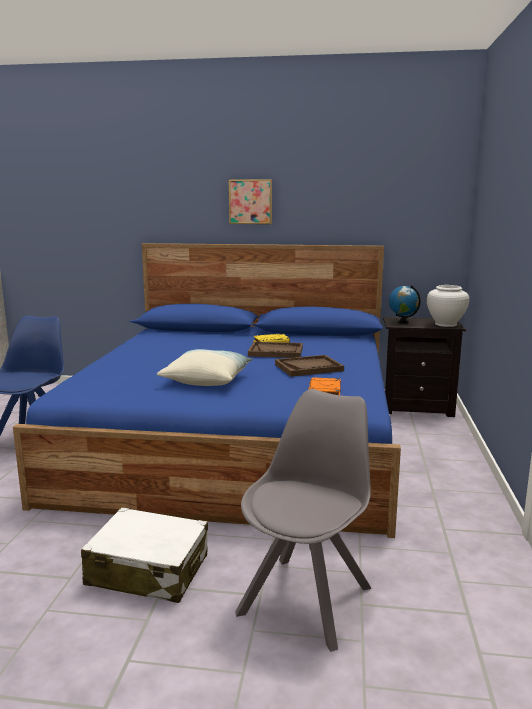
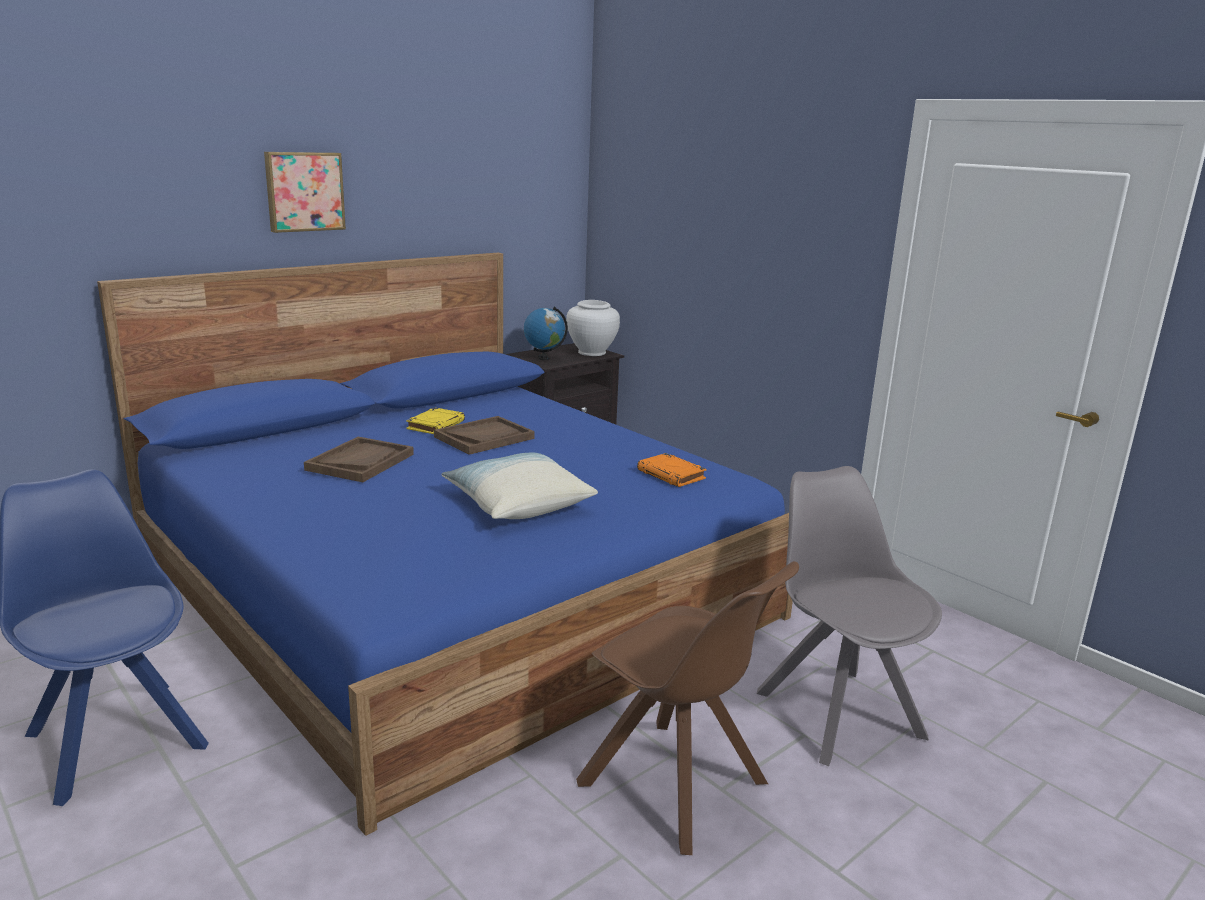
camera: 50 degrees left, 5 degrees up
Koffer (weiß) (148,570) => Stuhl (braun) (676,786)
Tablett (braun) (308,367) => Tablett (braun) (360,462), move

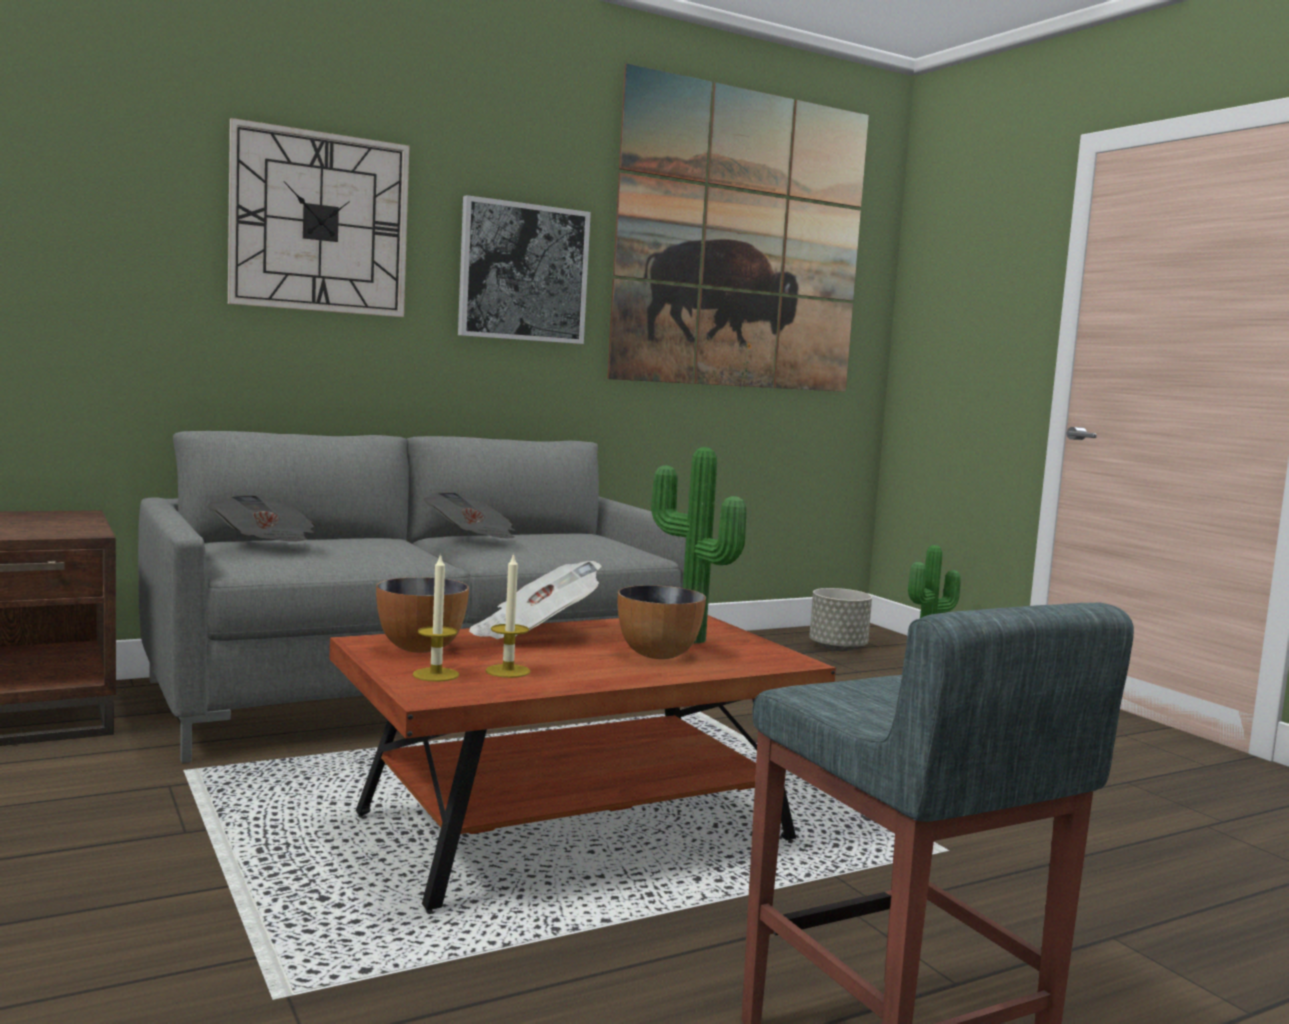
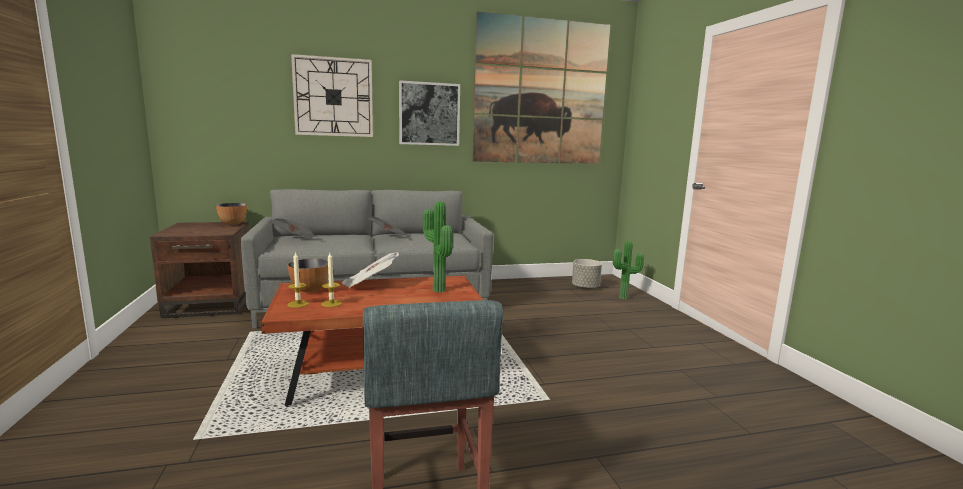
camera: 15 degrees right, 5 degrees up
Schüssel (657,654) => Schüssel (232,224), move

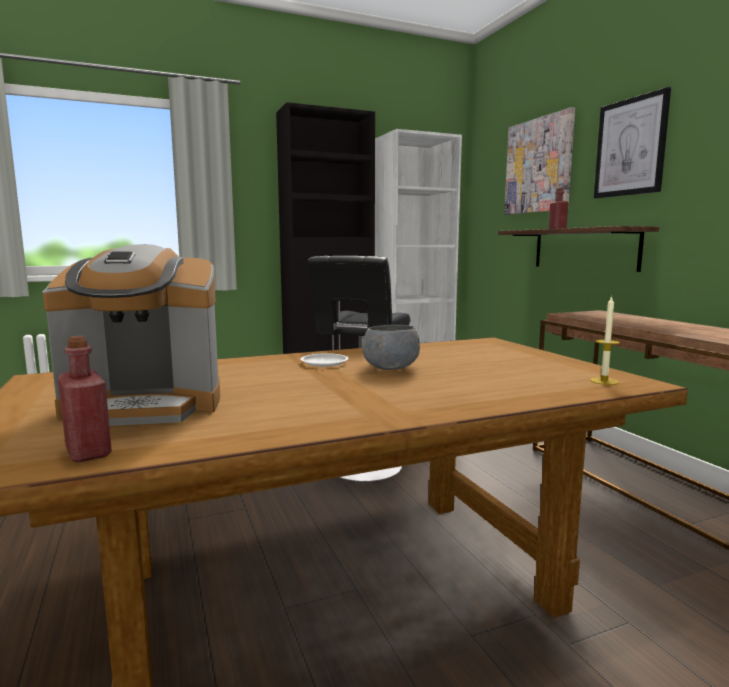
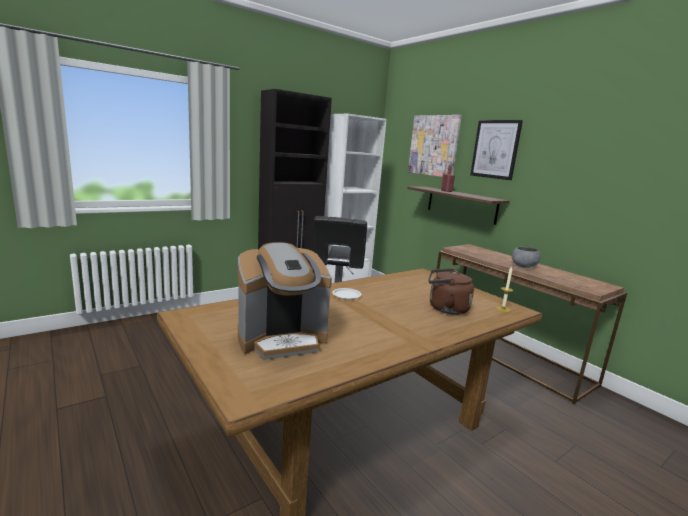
camera: 15 degrees left, 5 degrees up
Flasche (rot) (88,452) => nothing
Schüssel (grau) (390,367) => Schüssel (grau) (523,266), move
nothing => Wasserkessel (braun) (445,308)

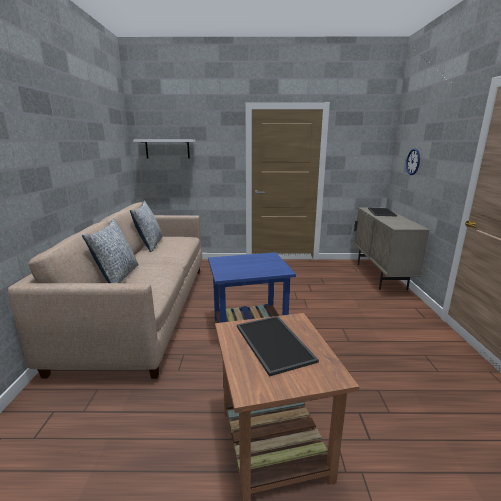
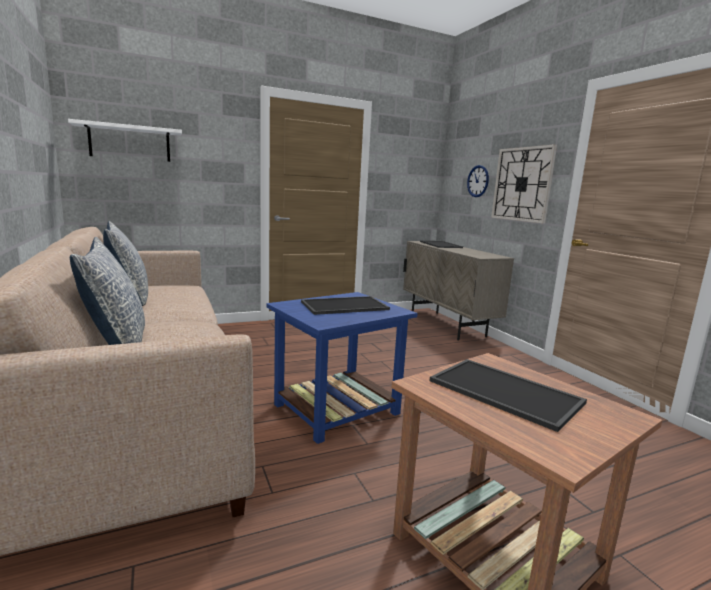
camera: 25 degrees left, 5 degrees down
nothing => Tablett (344,306)
nothing => Wanduhr (522,184)

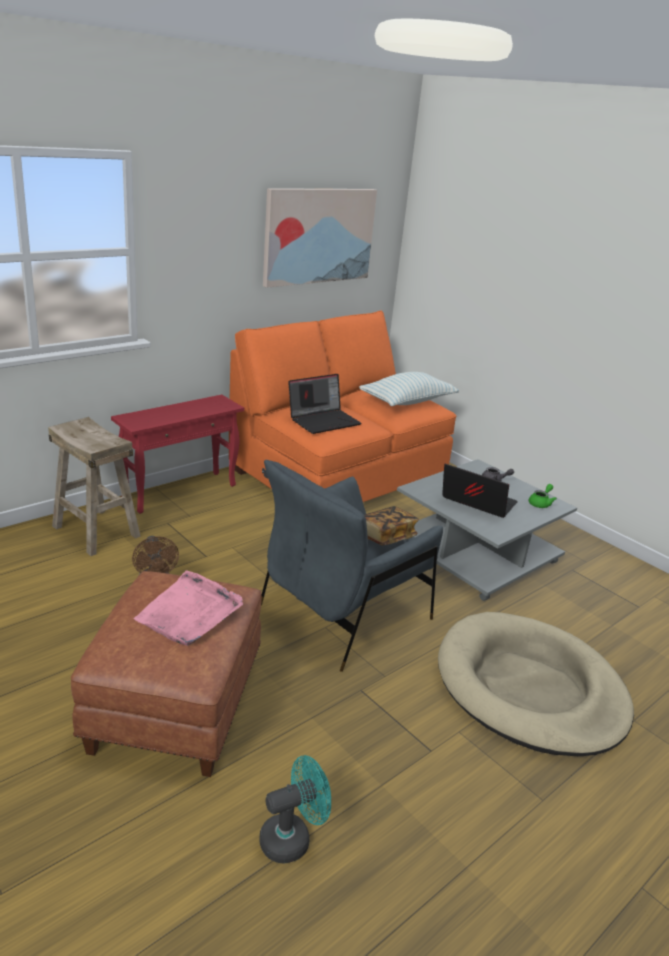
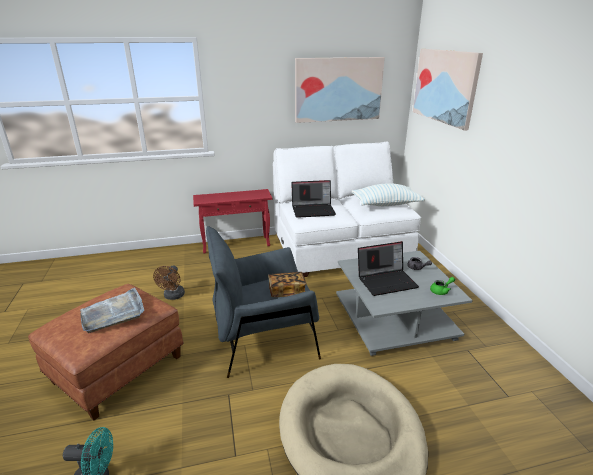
camera: 30 degrees right, 0 degrees up
Hocker (beige) (95,531) => nothing
Tablett (rosa) (190,612) => Tablett (grau) (113,313)
Sofa (orange) (339,474) => Sofa (weiß) (340,249)
Laptop (476,502) => Laptop (386,281), 105 degrees clockwise
nothing => Bild (445,86)

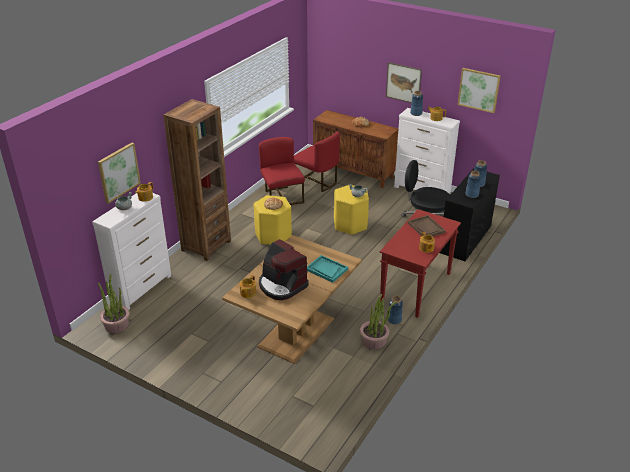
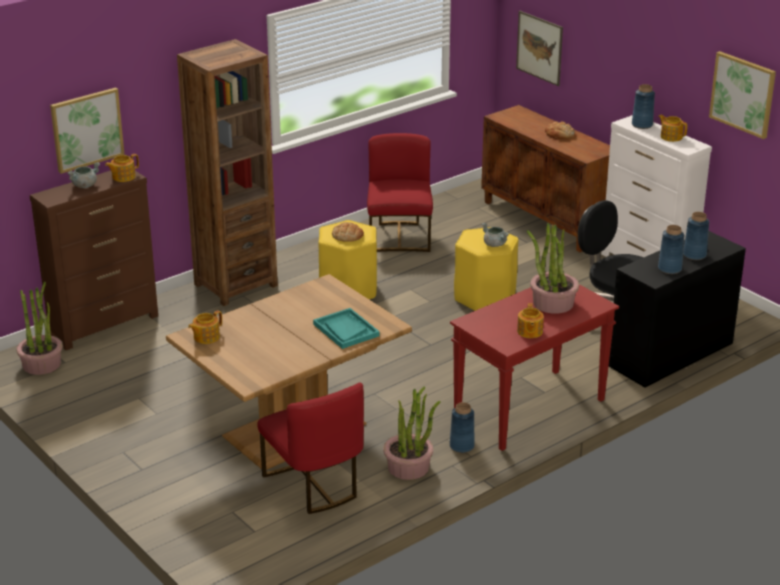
camera: 20 degrees right, 5 degrees down
Kommode (weiß) (142,289) => Kommode (braun) (105,325)
Kaffeemaschine (282,285) => nothing
Stuhl (rot) (316,182) => Stuhl (rot) (314,485), move
Bild (403,83) => Bild (539,48), move
Tablett (braun) (426,228) => Topfpflanze (552,303)

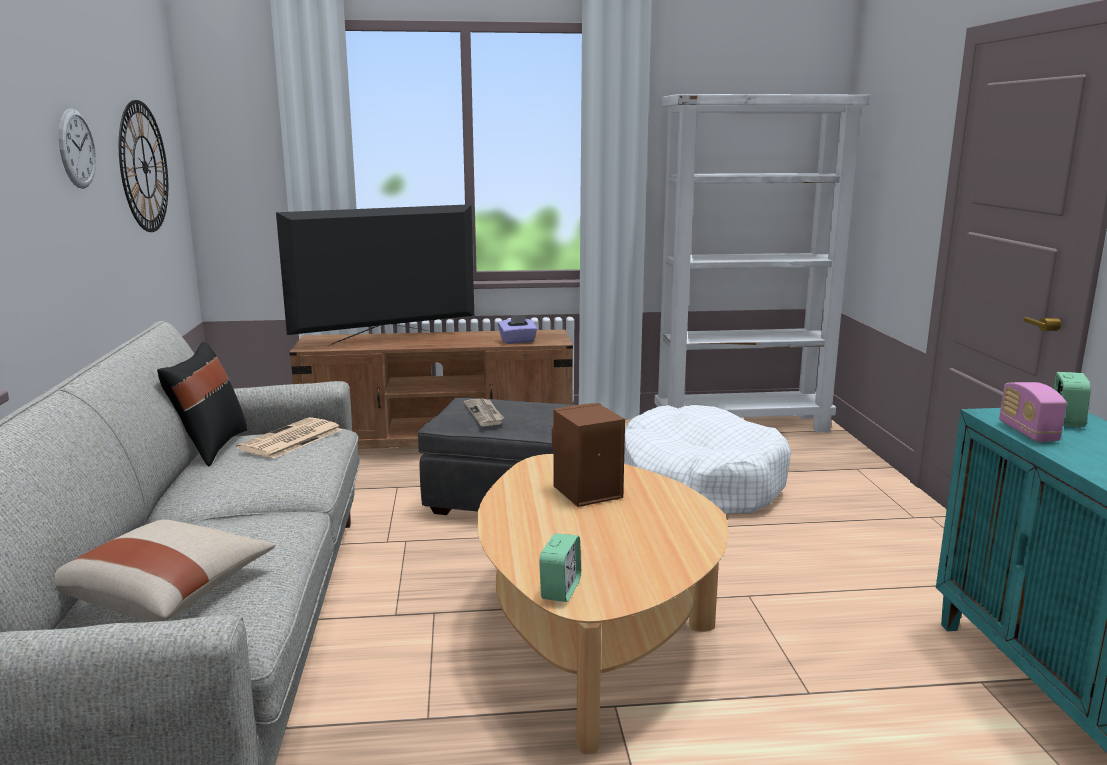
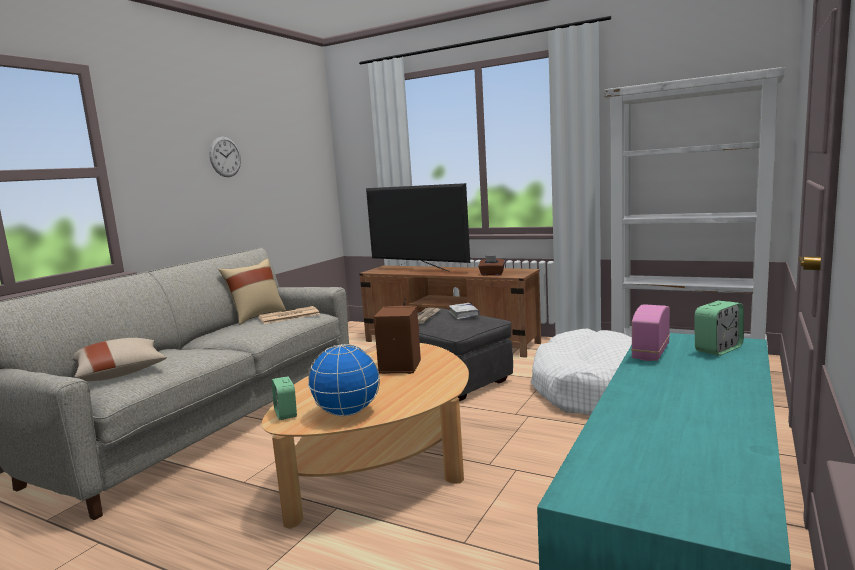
camera: 35 degrees right, 5 degrees down
Wanduhr (144,167) => nothing
Kissen (schwarz) (210,447) => Kissen (beige) (256,316)
Fernseher (386,339) => Fernseher (419,269), 150 degrees counterclockwise
Taschentuchbox (lila) (517,341) => Taschentuchbox (braun) (492,274)
Wecker (560,590) => Wecker (286,413), 105 degrees clockwise
nothing => Globus (347,413)
nothing => Buch (weiß) (464,314)

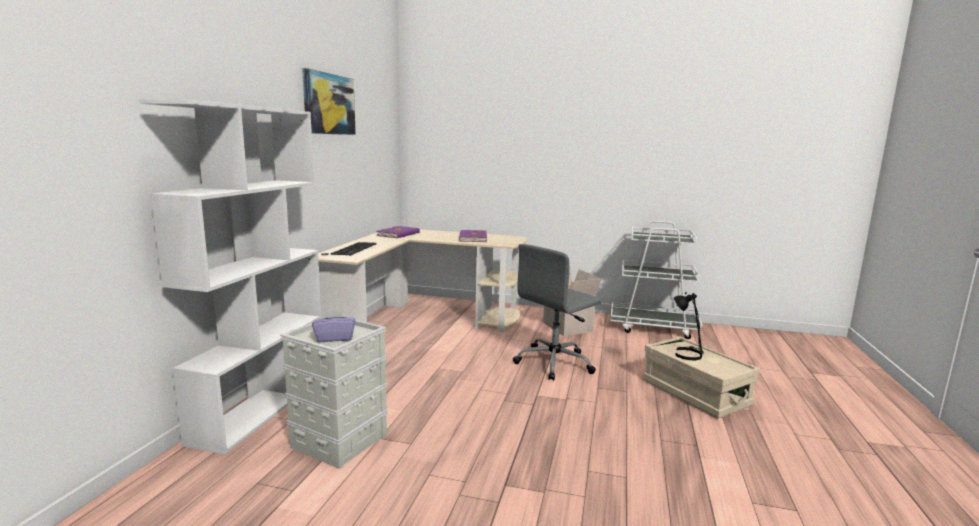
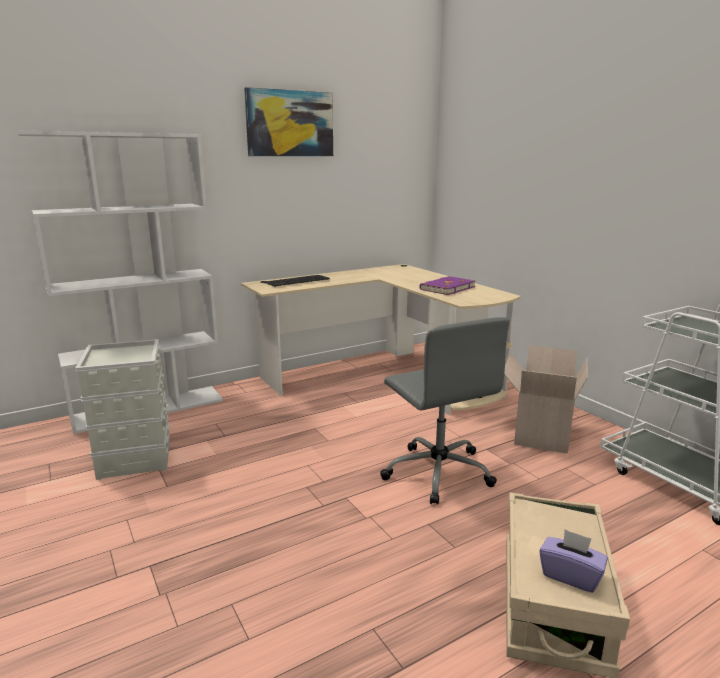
camera: 45 degrees right, 5 degrees up
Taschentuchbox (lila) (335,338) => Taschentuchbox (lila) (570,575), move
Buch (lila) (399,234) => nothing
Bürostuhl (grau) (555,363) => Bürostuhl (grau) (437,472), 120 degrees counterclockwise
Tischlampe (schwarz) (687,354) => nothing

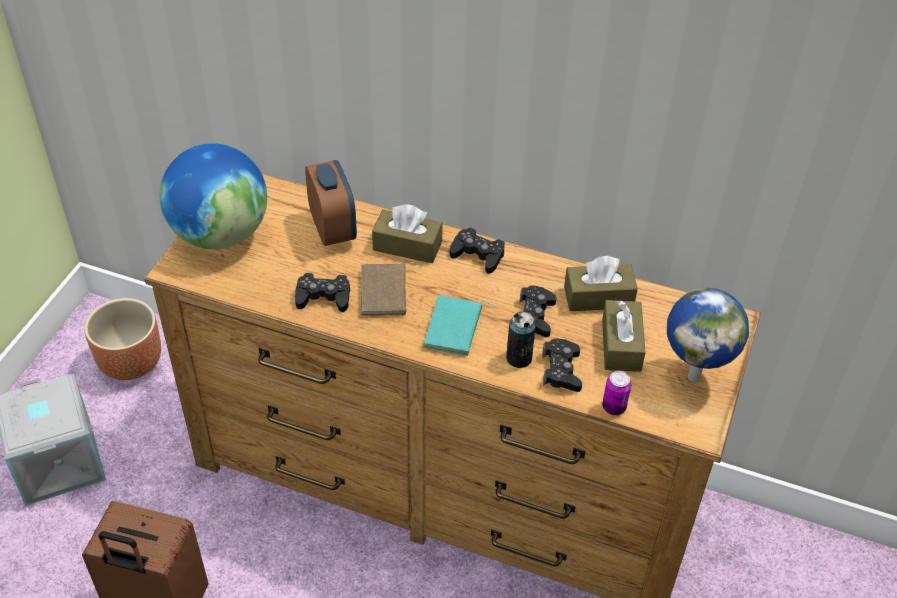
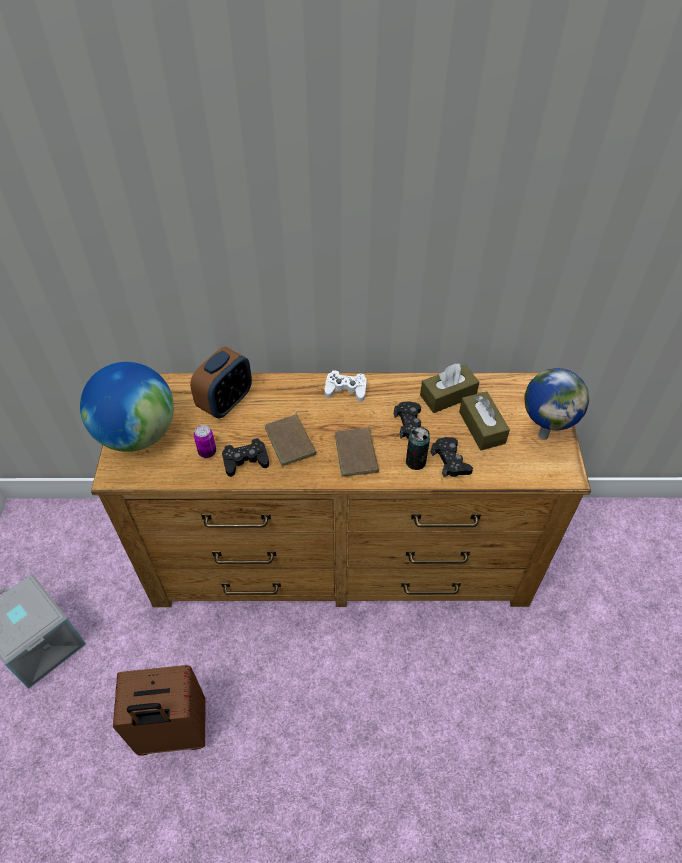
camera: 20 degrees left, 5 degrees up
Pflanzkübel (braun) (131,362) => nothing
Wecker (333,229) => Wecker (226,402), 75 degrees clockwise
Taschentuchbox (braun) (407,246) => nothing
Buch (türkis) (455,329) => Buch (braun) (358,454)
Gamepad (schwarz) (478,255) => Gamepad (weiß) (346,389)
Dose (614,407) => Dose (207,452), move

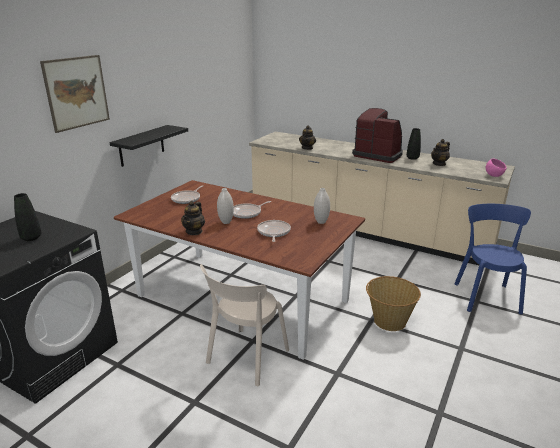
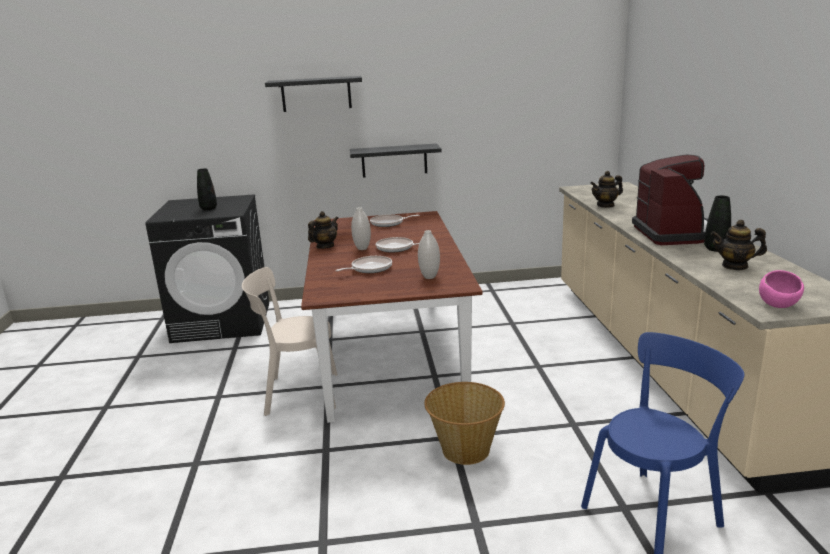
camera: 55 degrees right, 5 degrees down
Bild (77,92) => Wandregal (schwarz) (316,94)
Teekanne (194,231) => Teekanne (325,246), 150 degrees clockwise

